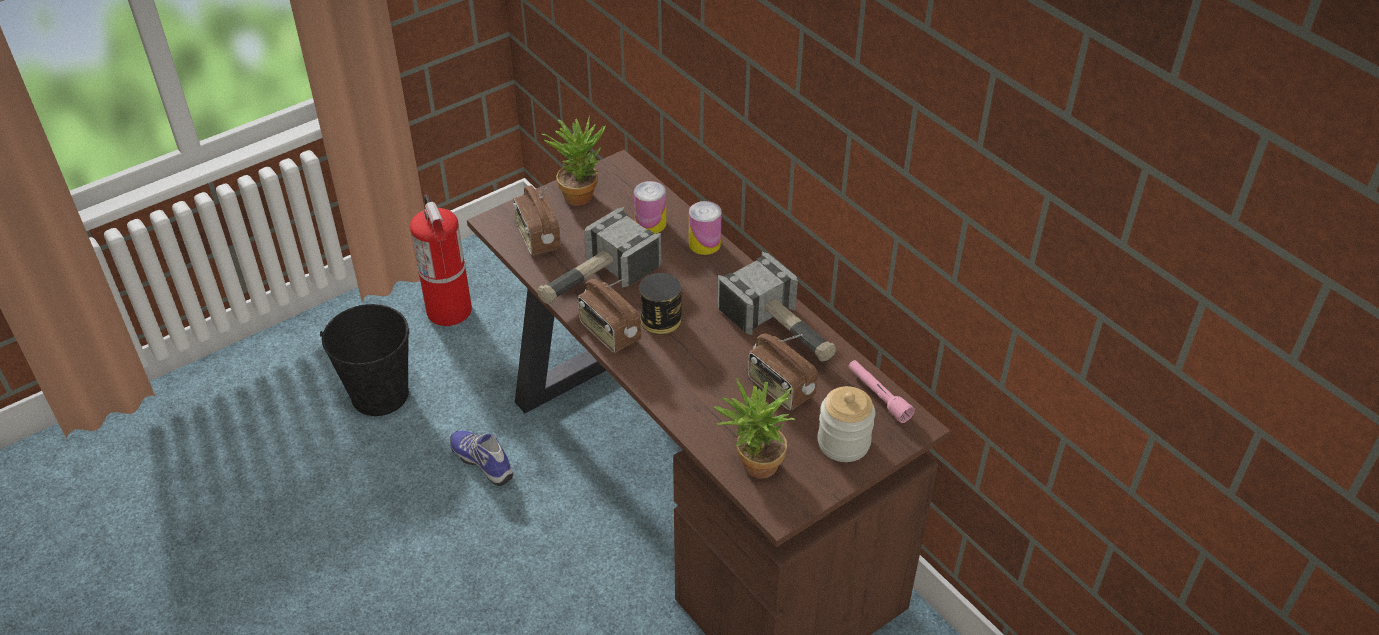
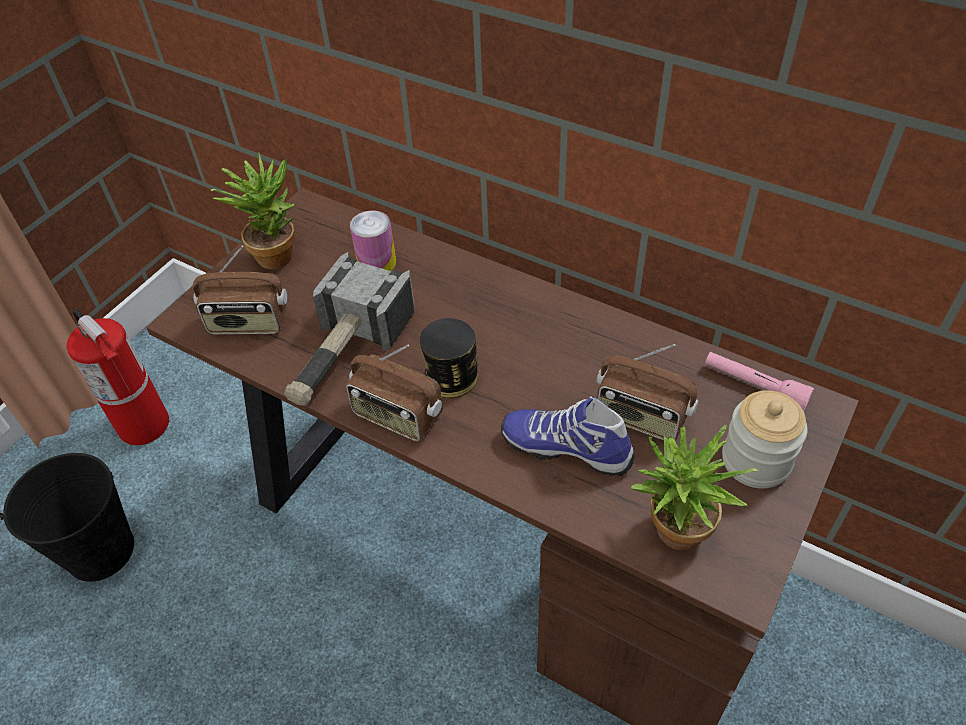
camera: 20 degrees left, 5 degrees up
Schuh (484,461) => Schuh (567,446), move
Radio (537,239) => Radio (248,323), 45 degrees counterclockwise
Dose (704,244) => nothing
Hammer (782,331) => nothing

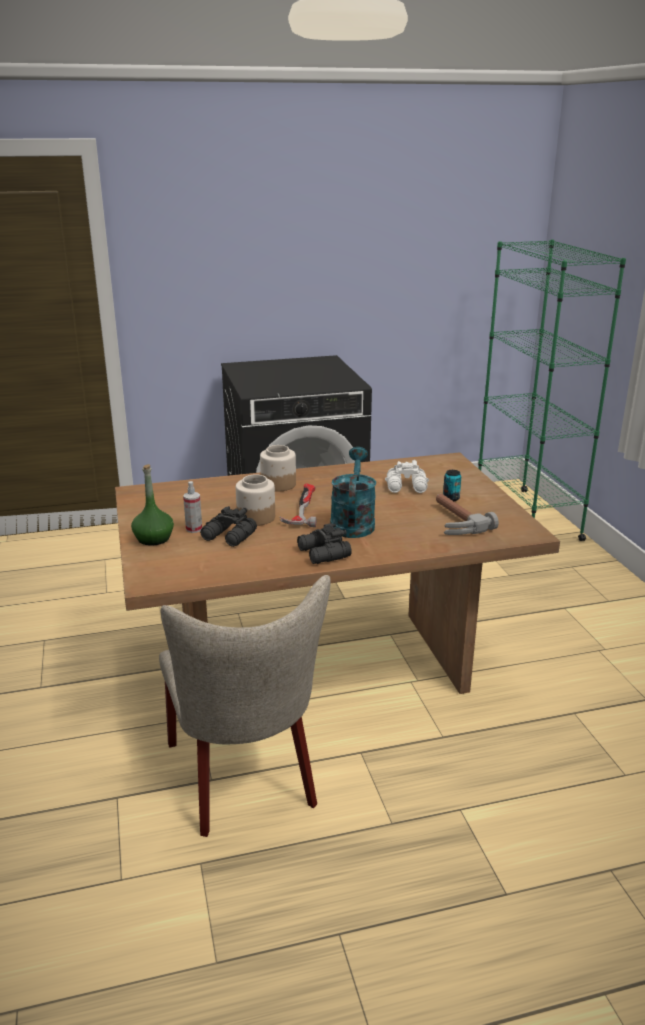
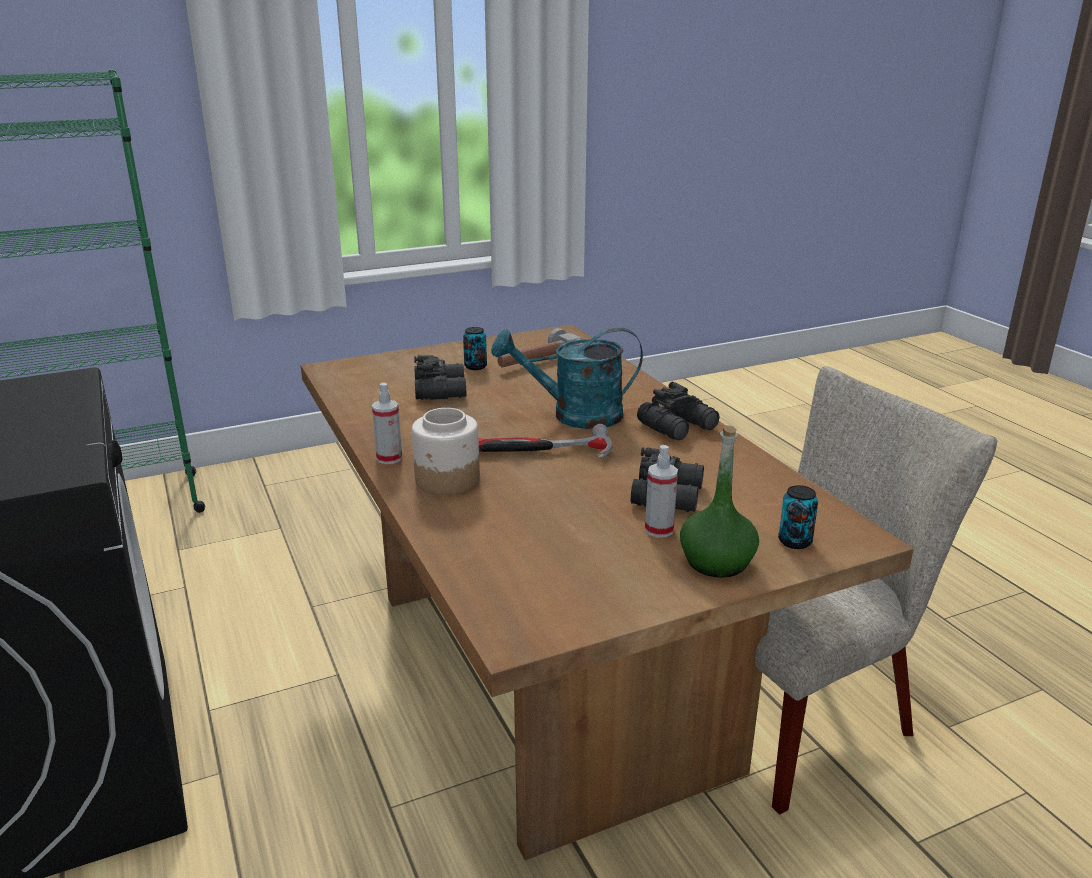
camera: 100 degrees left, 0 degrees up
Vorratsglas (255,517) => nothing
Fernglas (weiß) (407,487) => Fernglas (schwarz) (442,390)
nothing => Sprühflasche (389,458)
nothing => Dose (794,541)

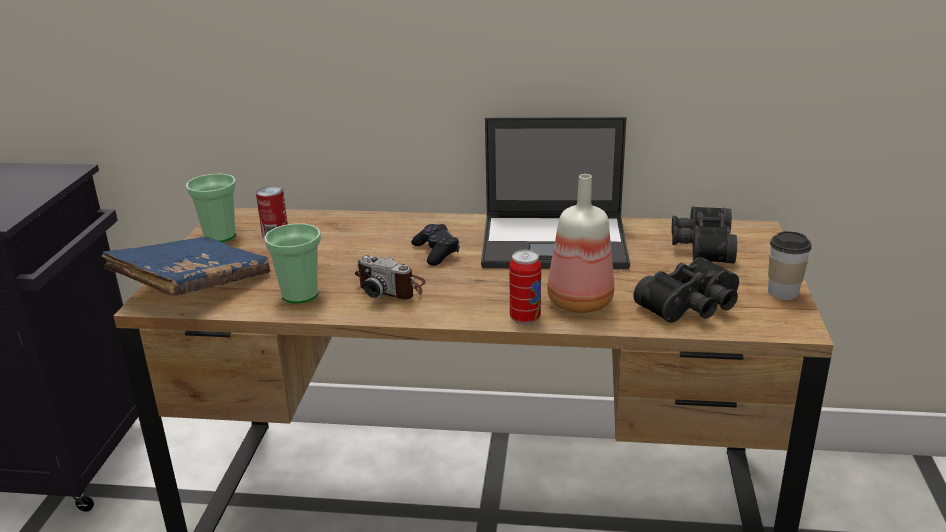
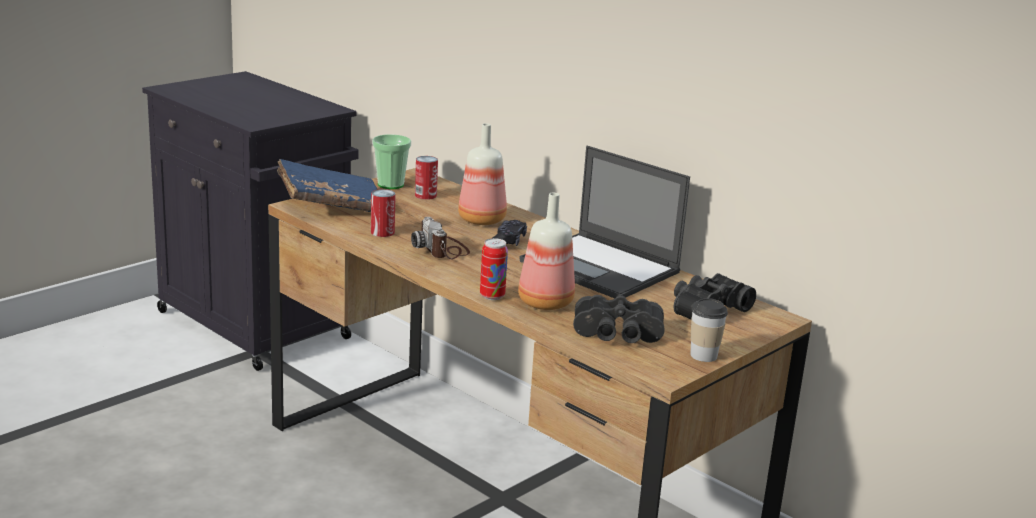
camera: 35 degrees right, 5 degrees down
Tasse (300,294) => Dose (382,232)
nothing => Flasche (483,220)

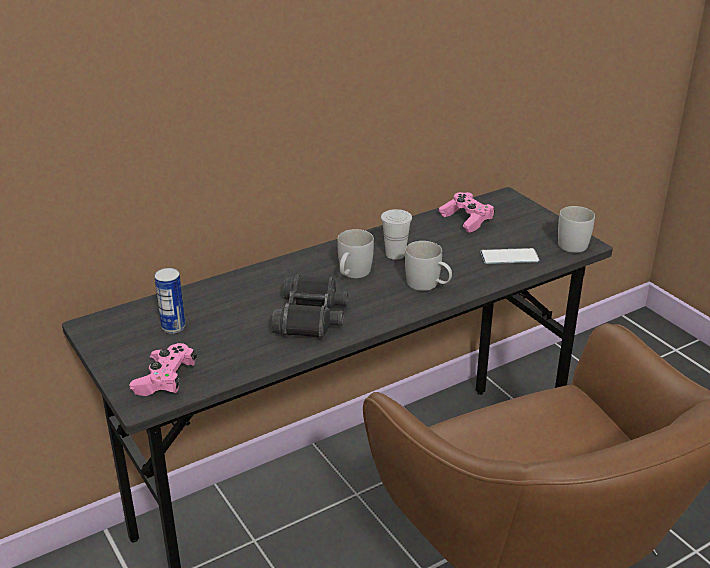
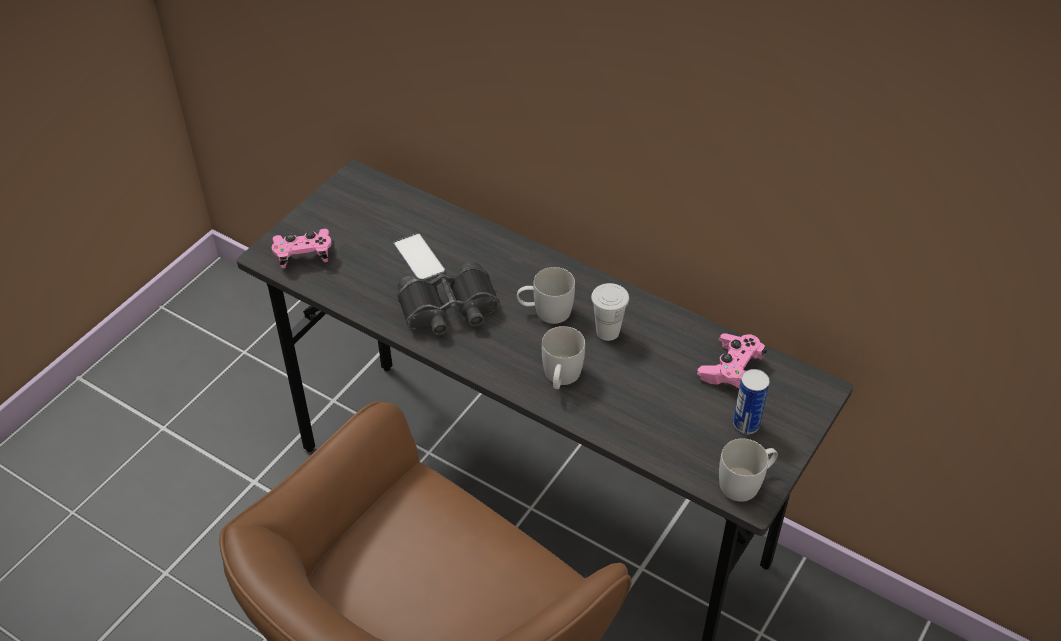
camera: 65 degrees right, 15 degrees up
Dose (173,327) => Dose (746,424), move
Handy (509,257) => Handy (419,257), move

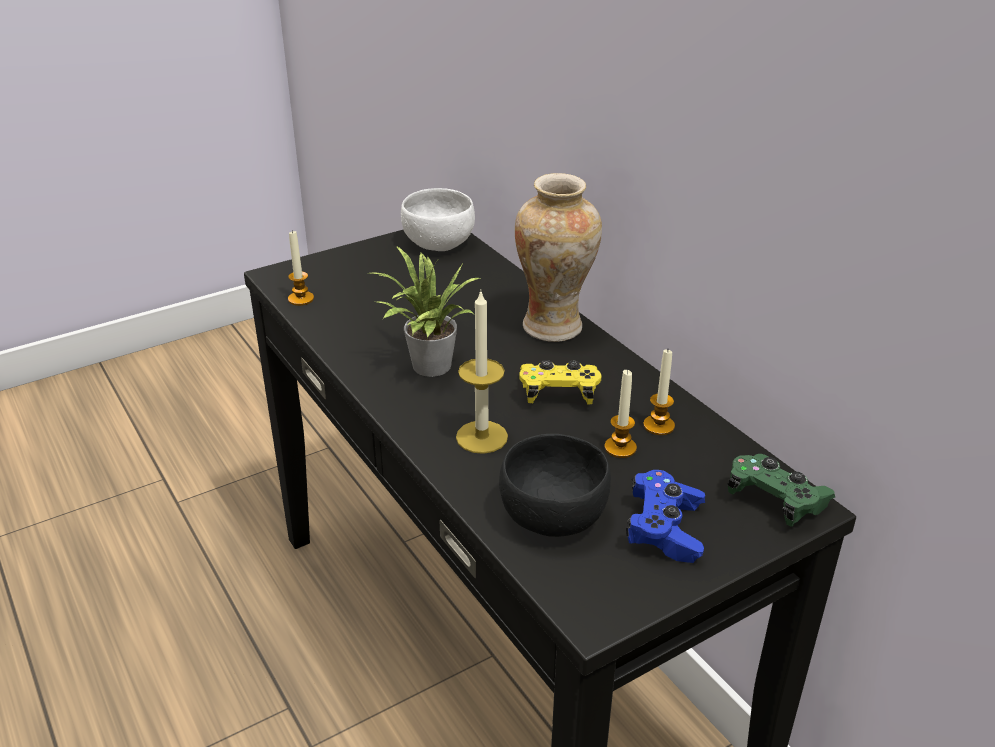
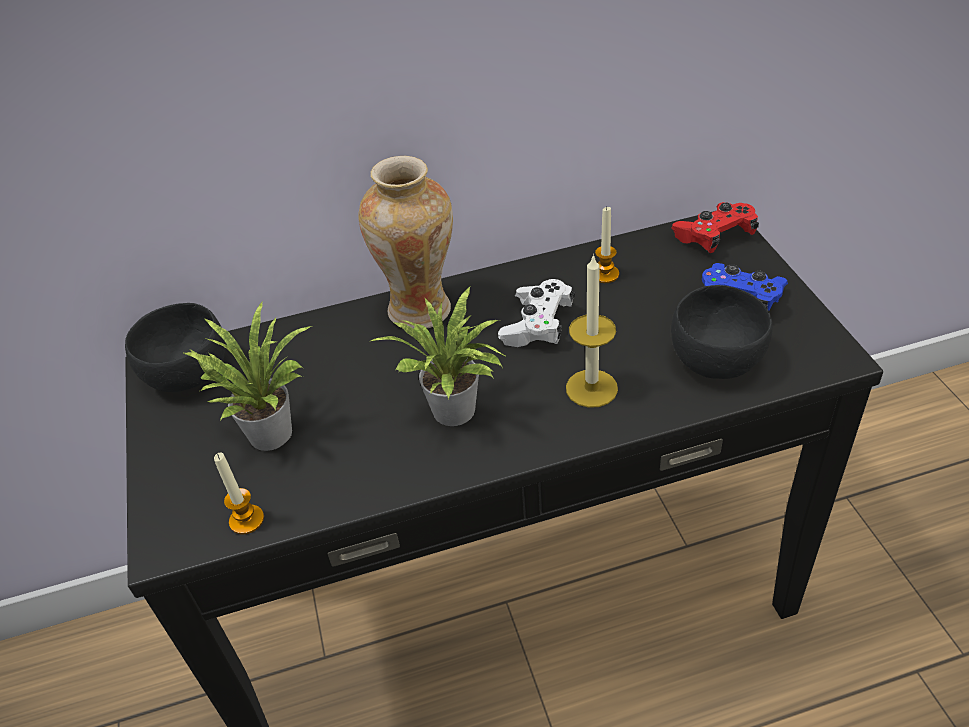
camera: 70 degrees left, 10 degrees up
Schüssel (weiß) (439,243) => Schüssel (schwarz) (189,372)
Gamepad (gelb) (559,394) => Gamepad (weiß) (537,325)
Kerze (620,448) => nothing
Gamepad (grün) (775,501) => Gamepad (rot) (714,237)
nothing => Topfpflanze (269,430)

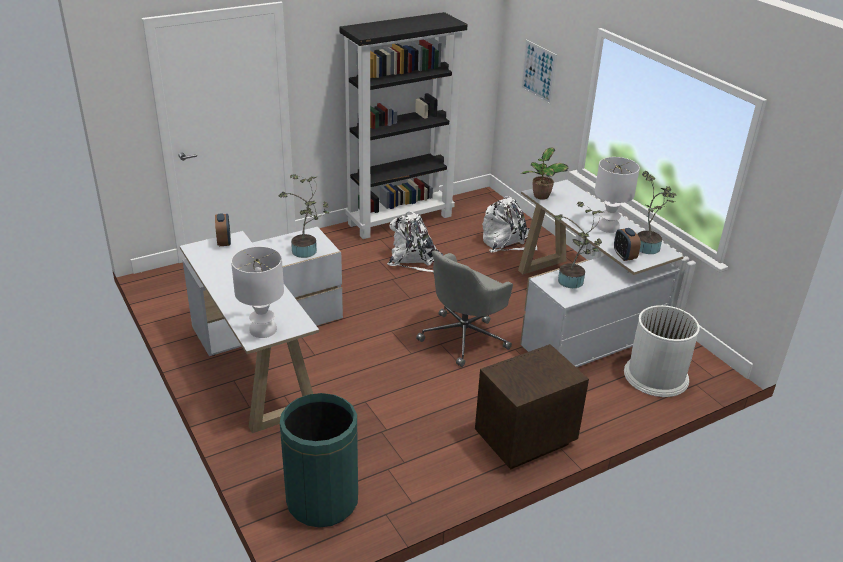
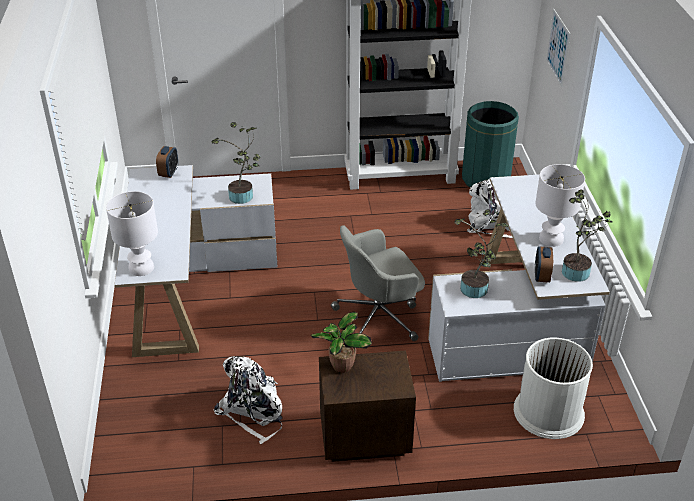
camera: 25 degrees right, 5 degrees up
Mülleimer (grün) (322,501) => Mülleimer (grün) (485,179), move
Rucksack (weiß) (414,260) => Rucksack (weiß) (253,412), move
Topfpflanze (541,196) => Topfpflanze (341,366), move

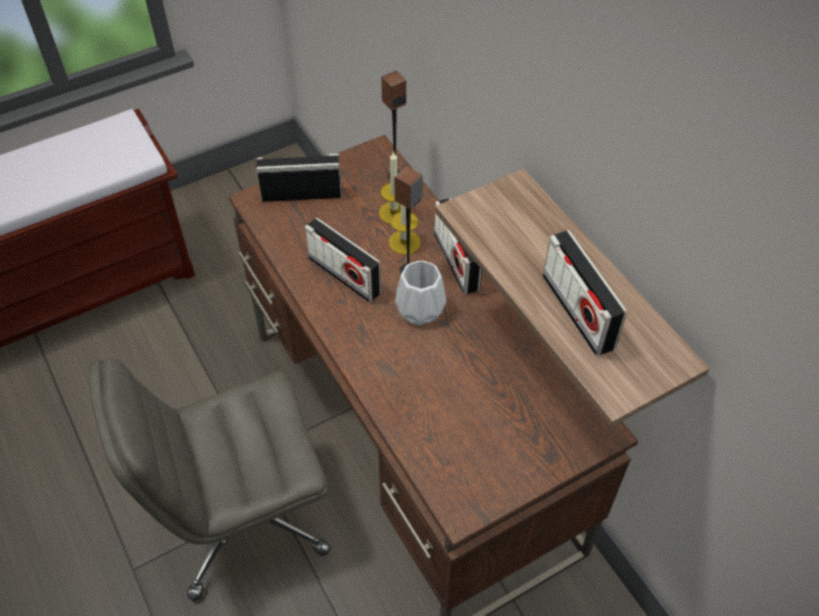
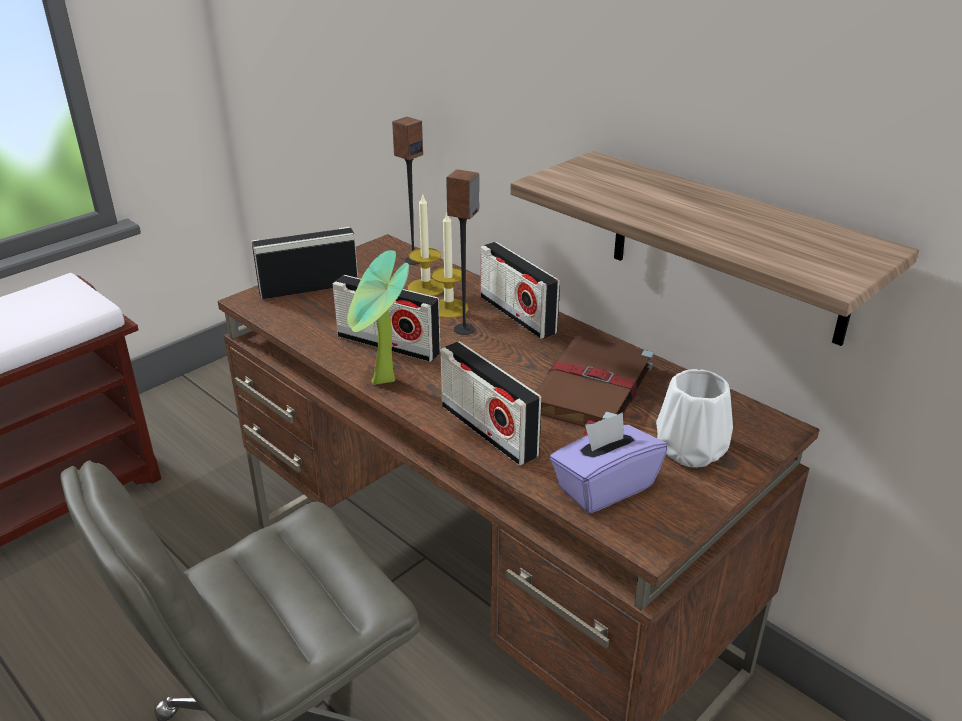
camera: 15 degrees left, 20 degrees down
Vase (weiß) (420,310) => Vase (weiß) (692,450), move
Radio (577,312) => Radio (488,430), move
nothing => Topfpflanze (382,384)
nothing => Buch (braun) (591,389)
nothing => Taschentuchbox (lila) (604,486)

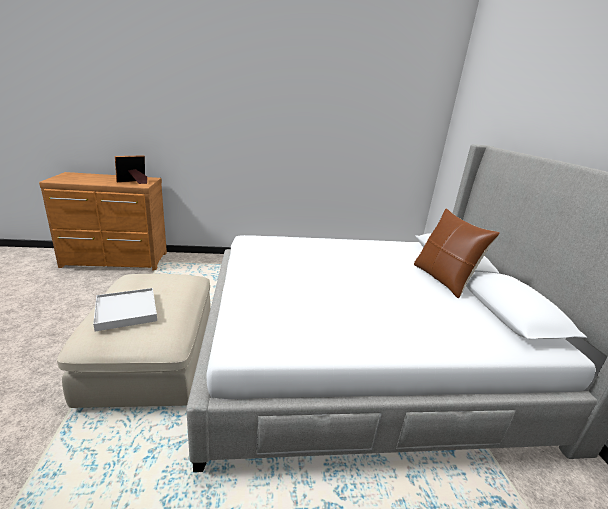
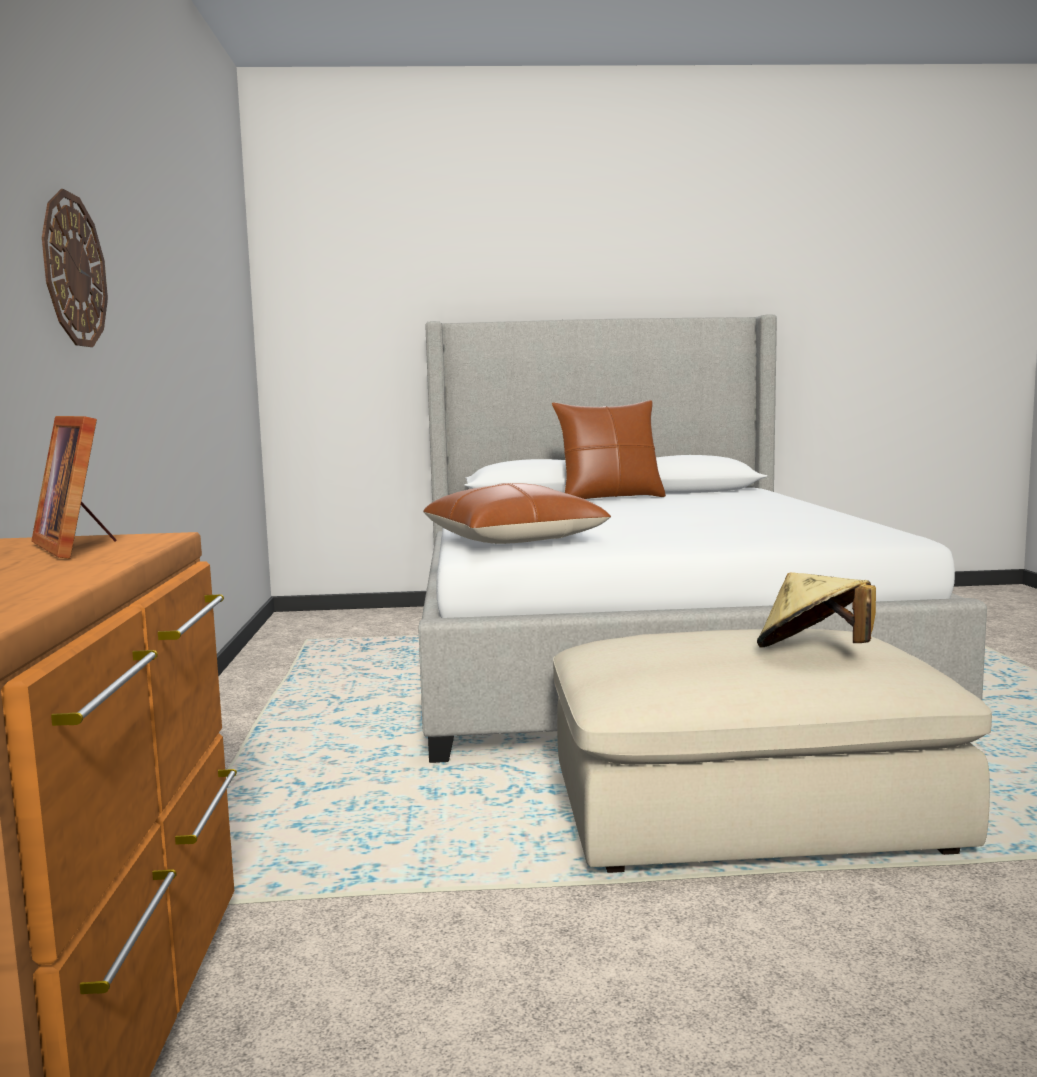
camera: 85 degrees left, 15 degrees down
Tablett (weiß) (126,311) => Hut (beige) (813,652)
nothing => Wanduhr (73,270)
nothing => Kissen (braun) (513,539)

